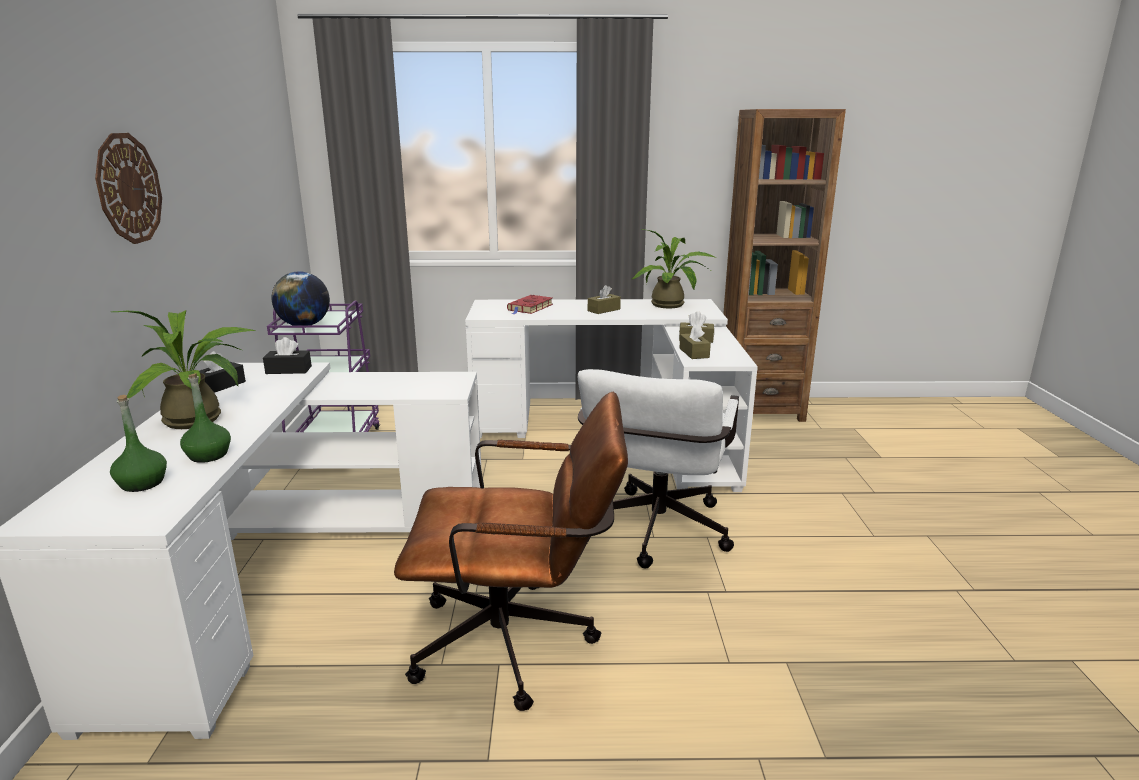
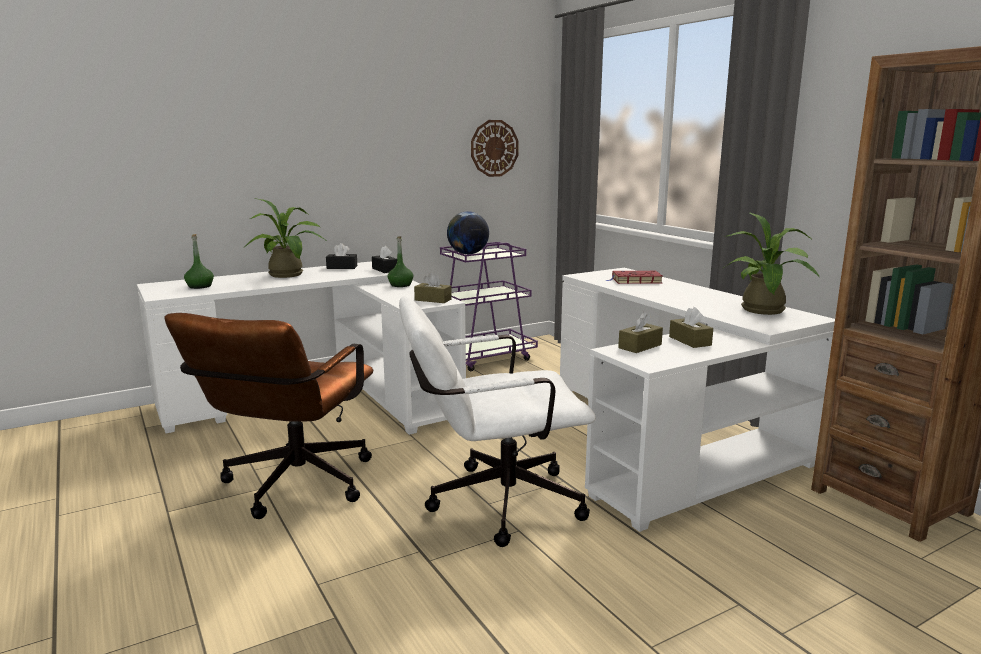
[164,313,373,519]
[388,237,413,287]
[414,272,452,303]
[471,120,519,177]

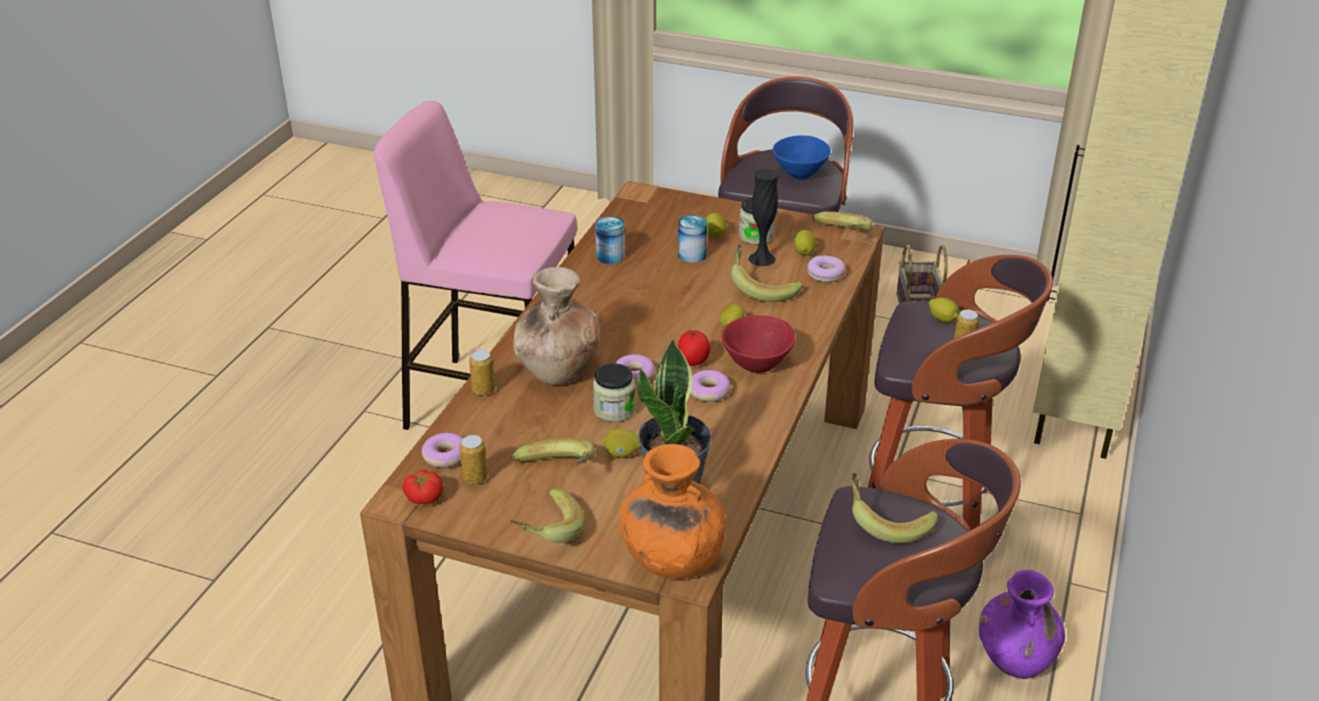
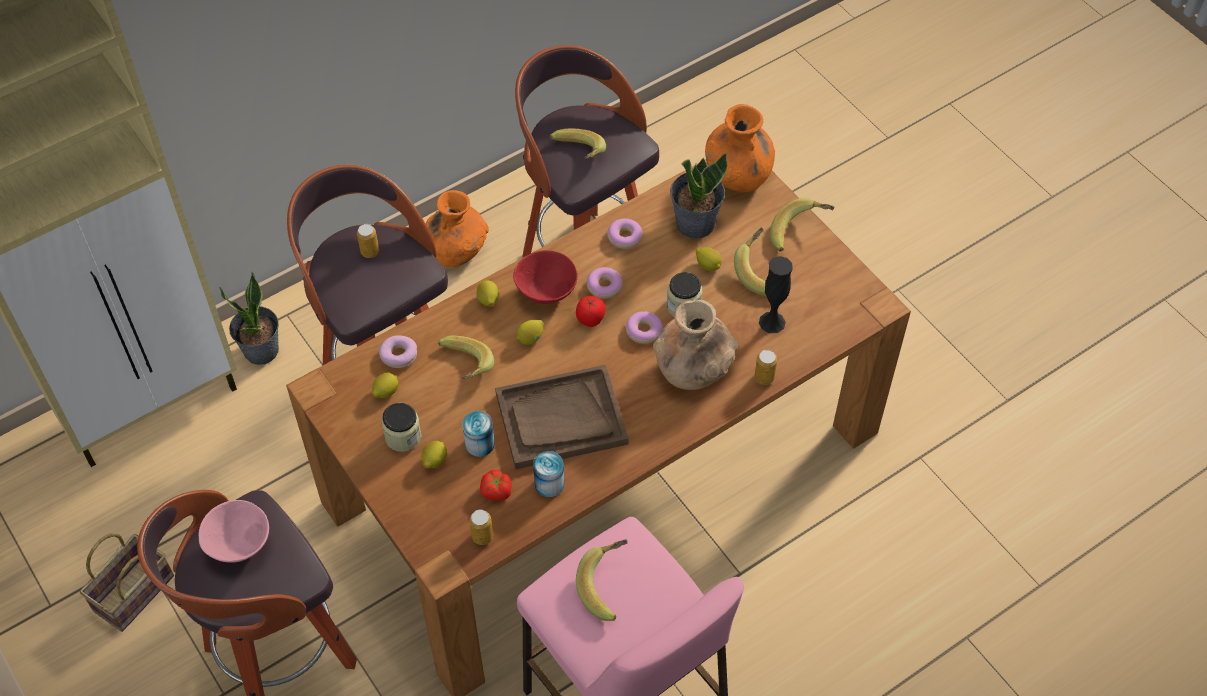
[199,500,269,563]
[219,271,279,365]
[425,190,489,267]
[470,510,493,545]
[476,280,499,307]
[480,470,512,501]
[495,365,629,469]
[576,539,628,621]
[607,219,643,249]
[759,256,793,333]

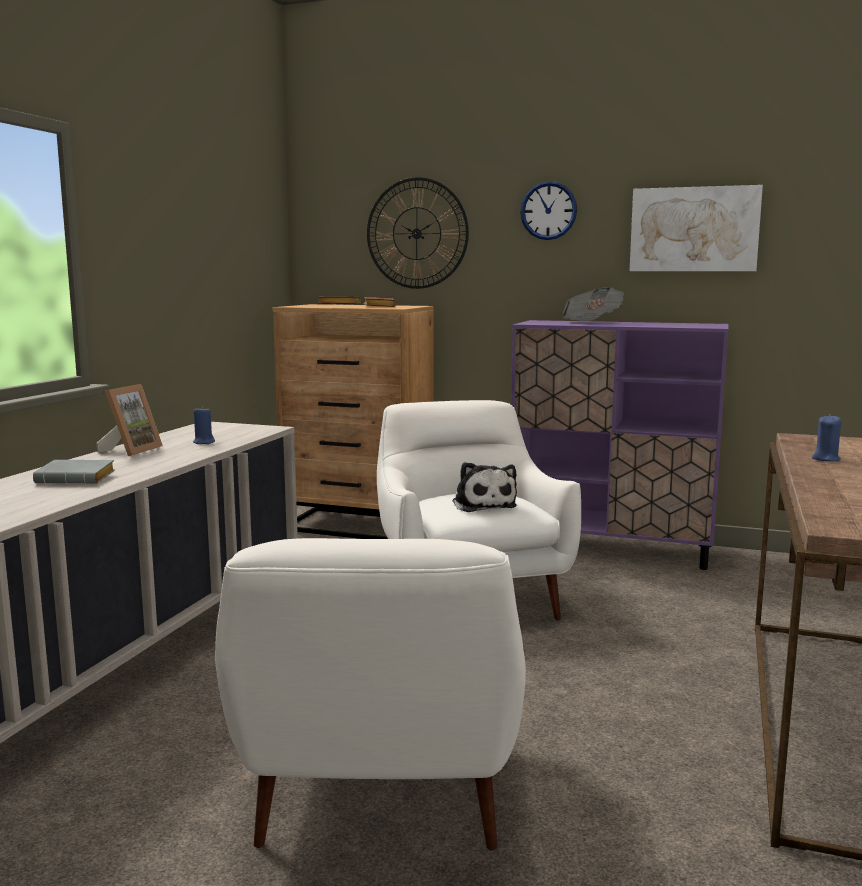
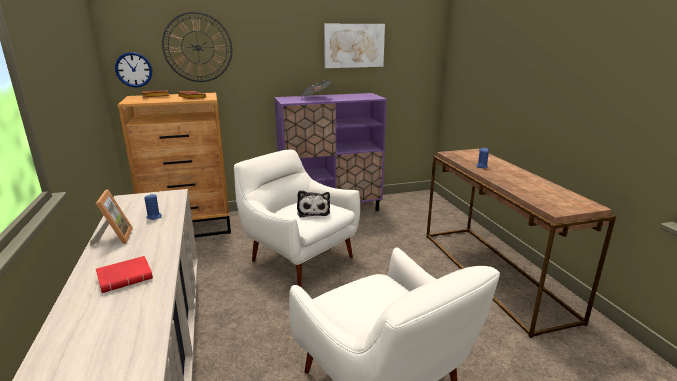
[96,256,153,293]
[115,52,152,87]
[297,190,330,217]

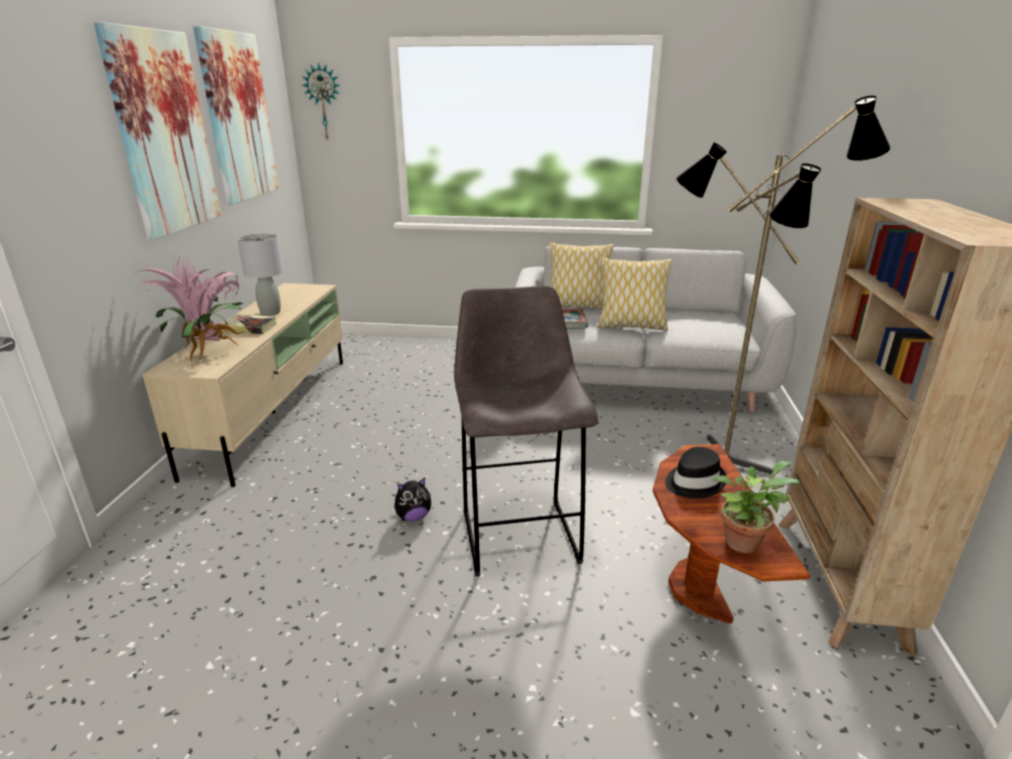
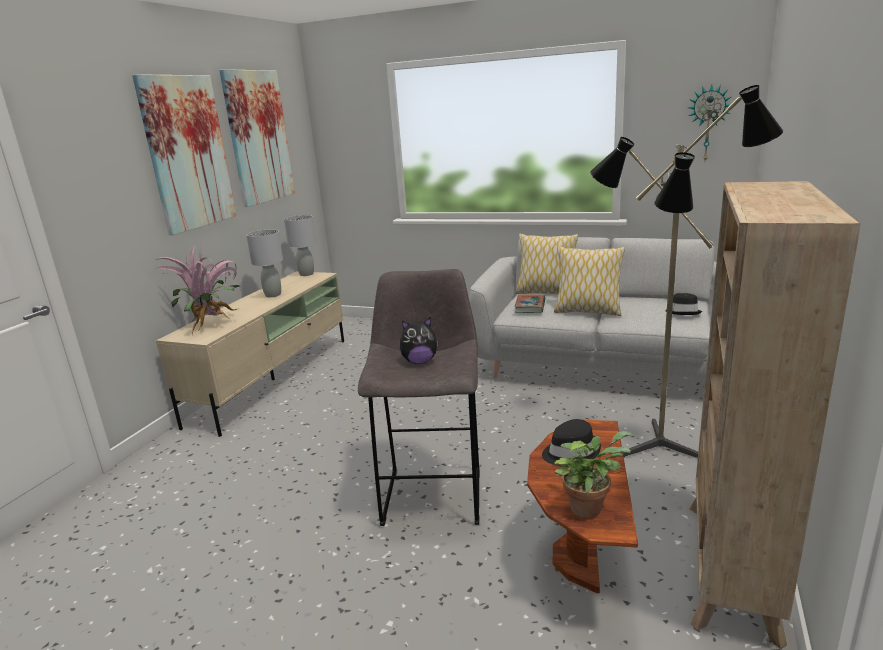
[284,215,316,276]
[400,318,439,364]
[666,293,702,315]
[688,85,731,161]
[221,314,276,334] (first image)

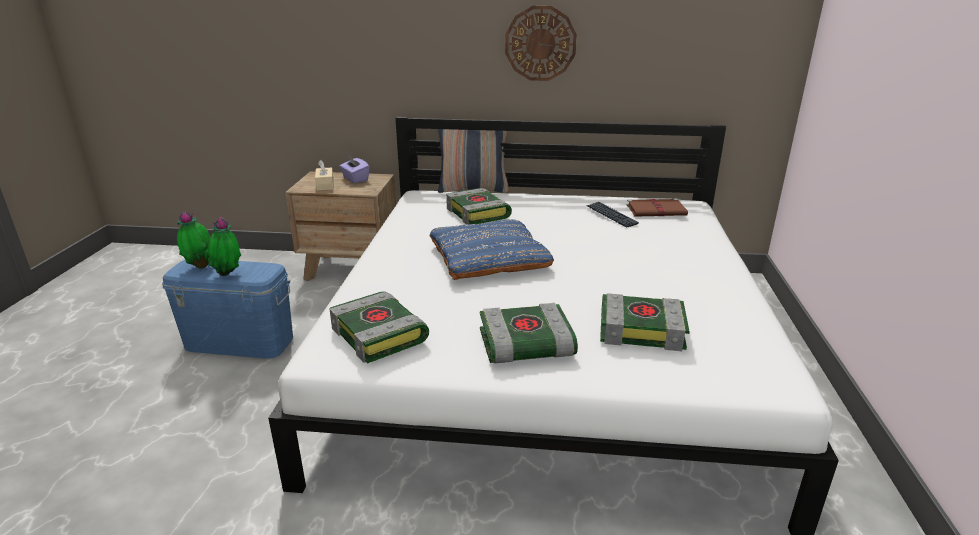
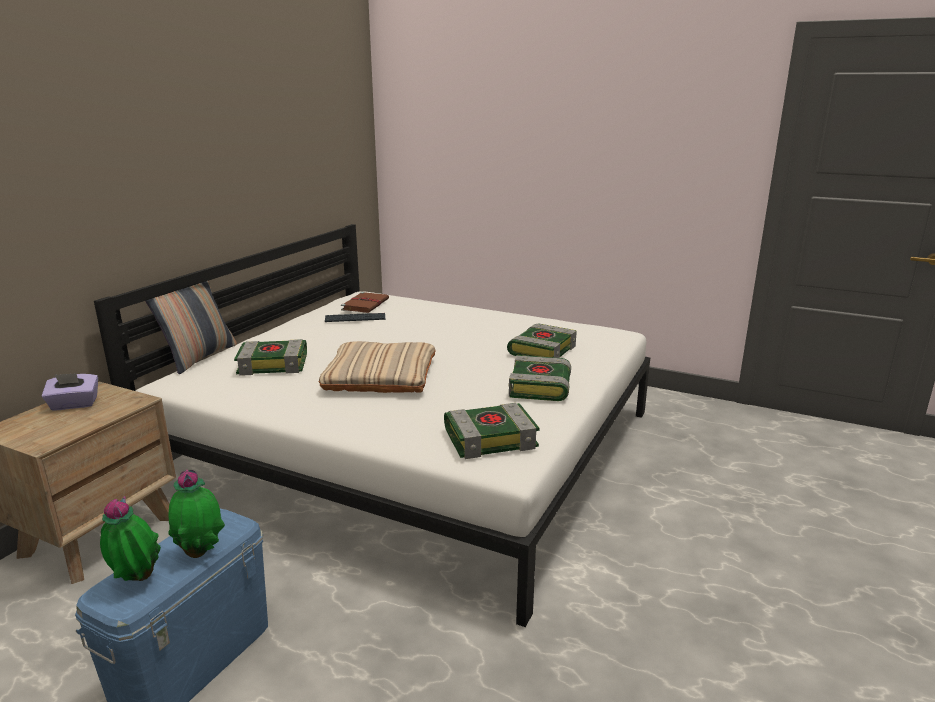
[318,341,435,393]
[315,160,334,191] (first image)
[505,6,577,81] (first image)

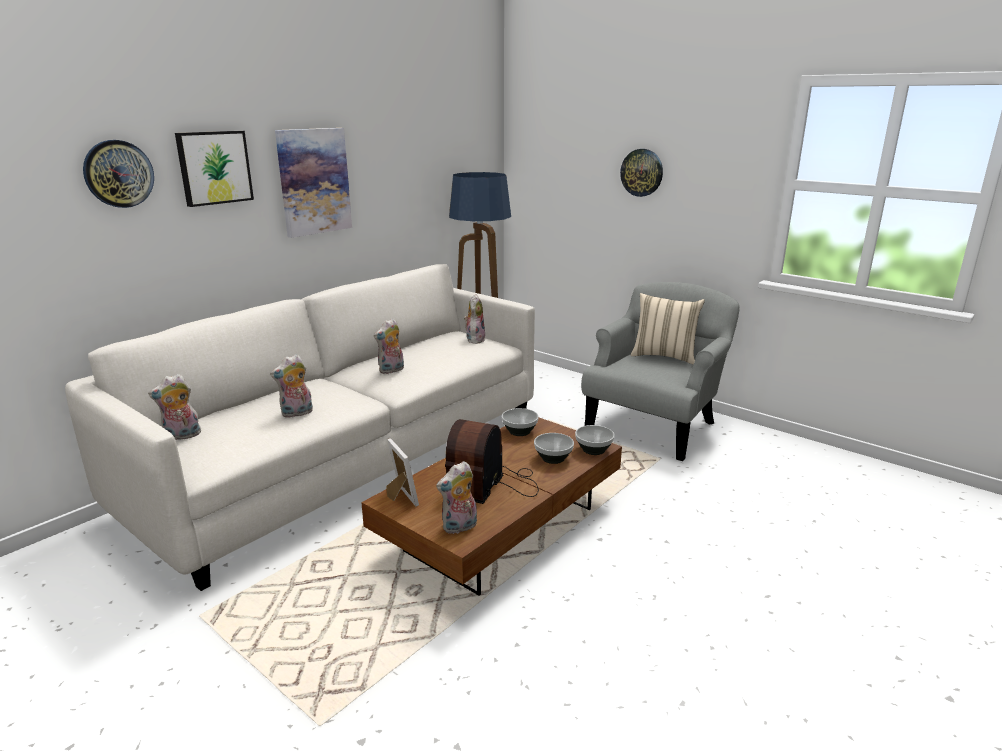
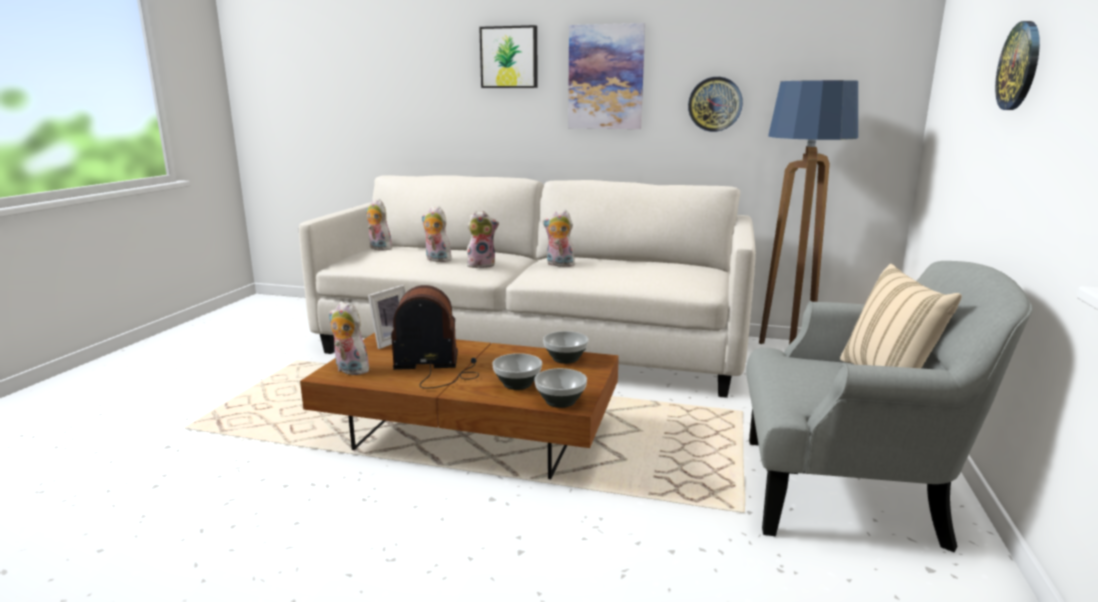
[467,211,499,268]
[688,77,743,132]

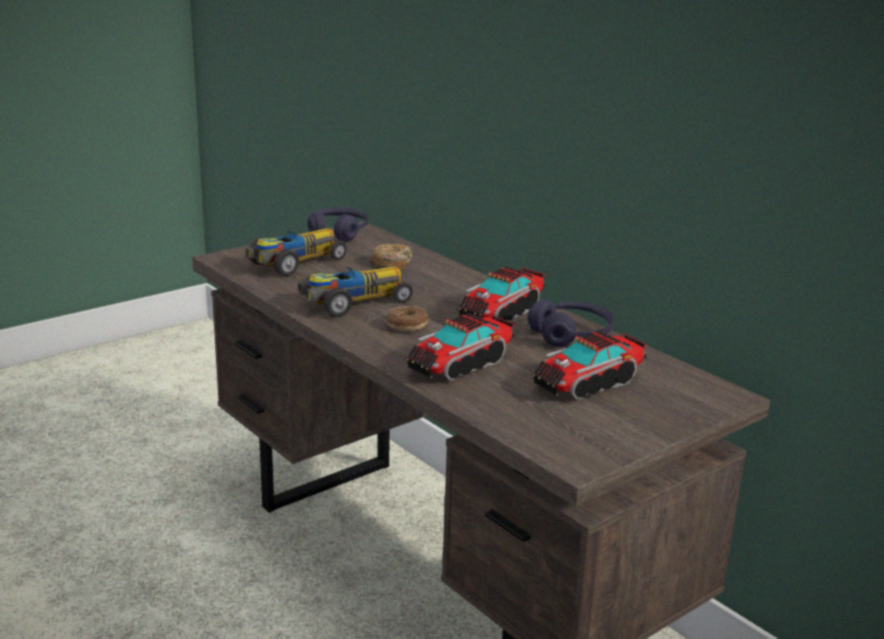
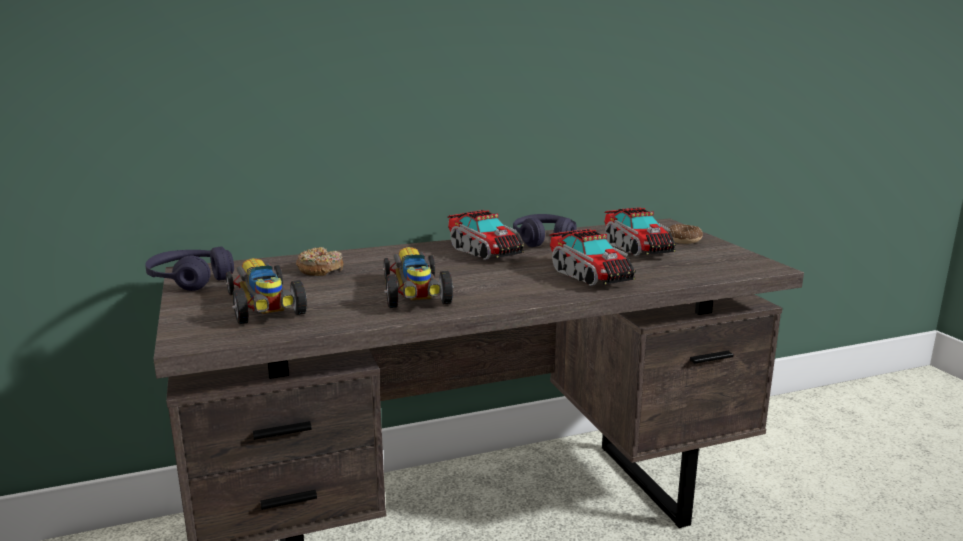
[666,224,703,244]

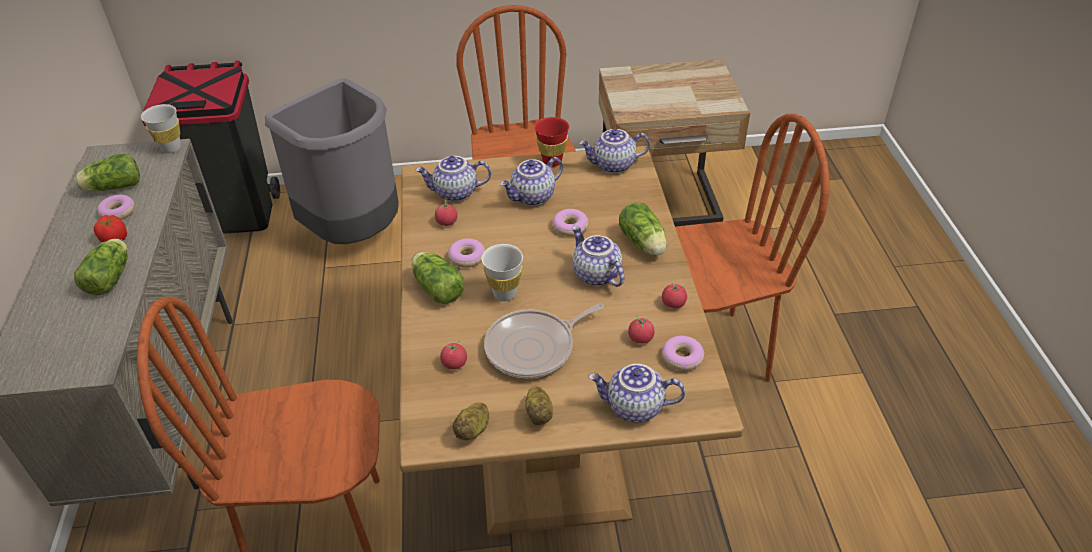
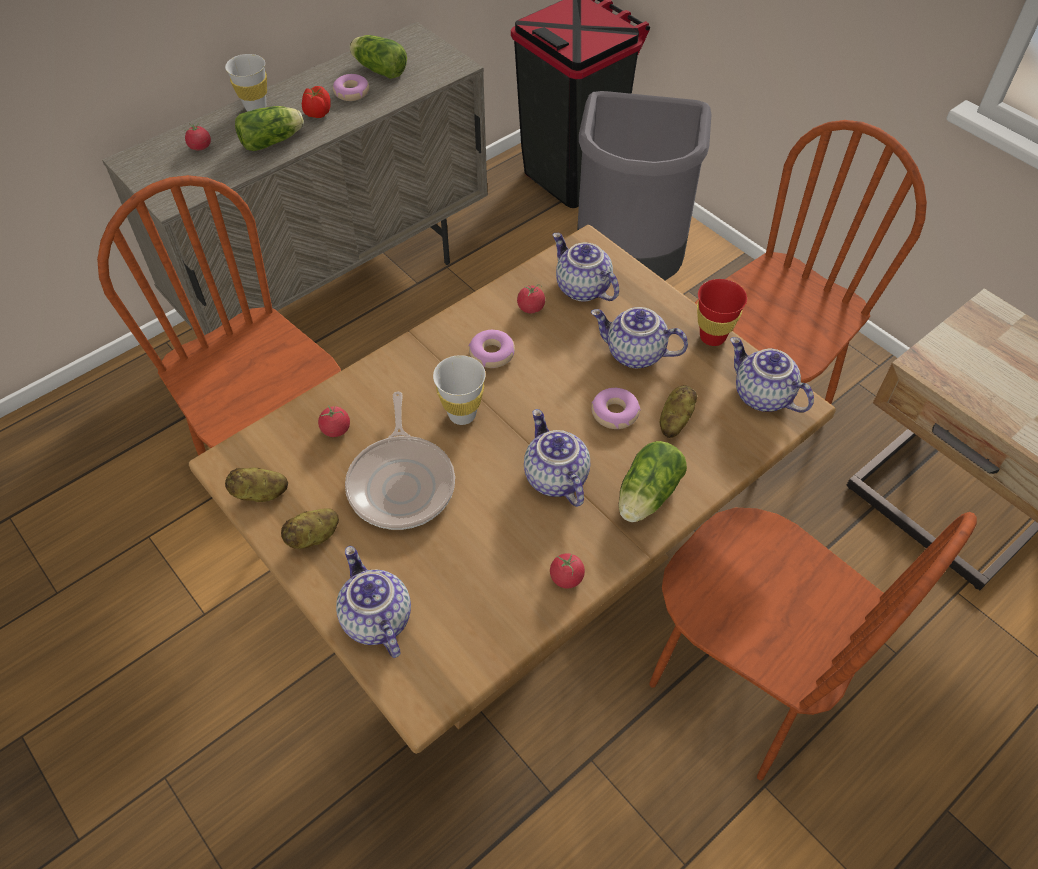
[184,123,211,150]
[225,54,267,111]
[345,391,455,530]
[524,409,590,507]
[660,385,697,438]
[411,252,465,304] (first image)
[662,336,705,371] (first image)

